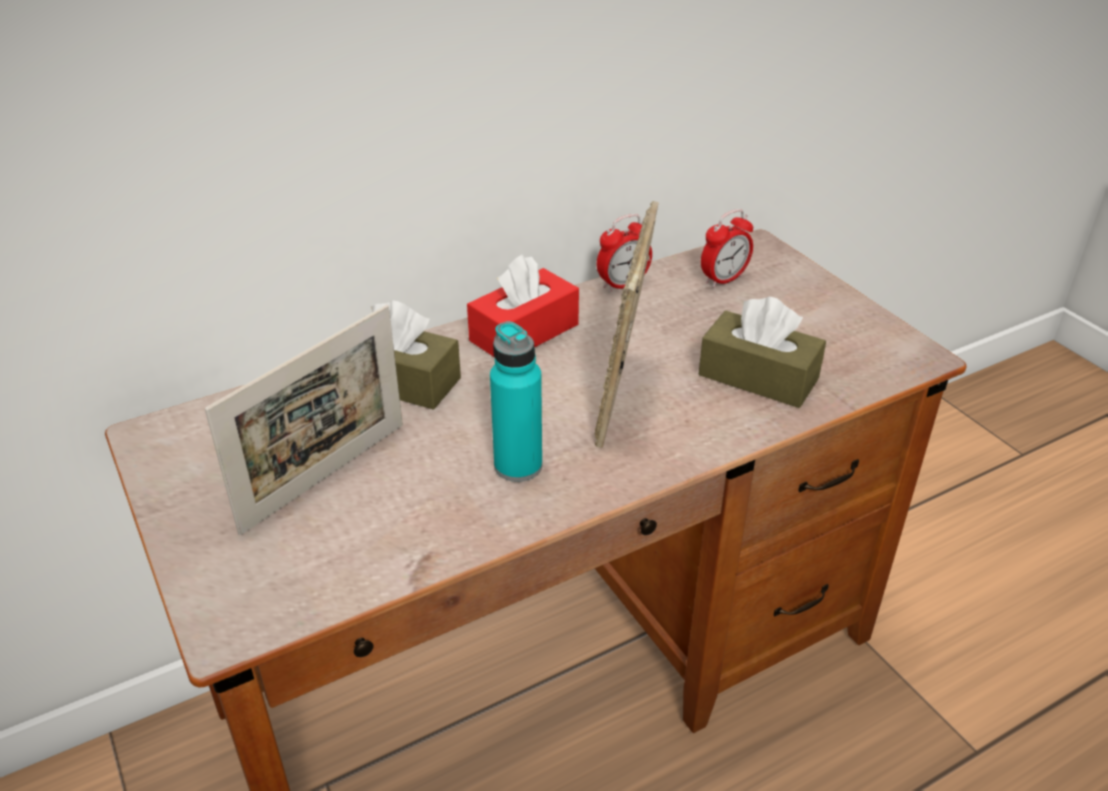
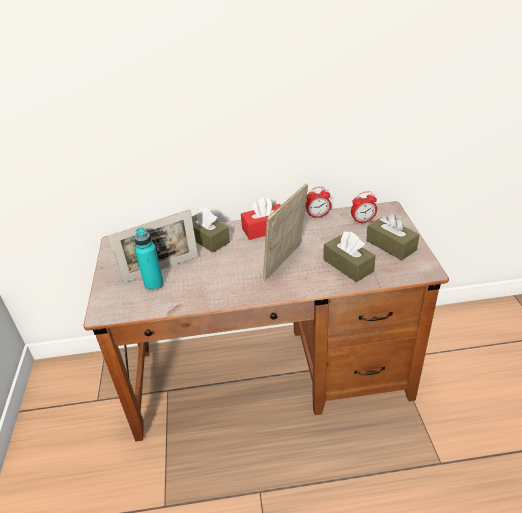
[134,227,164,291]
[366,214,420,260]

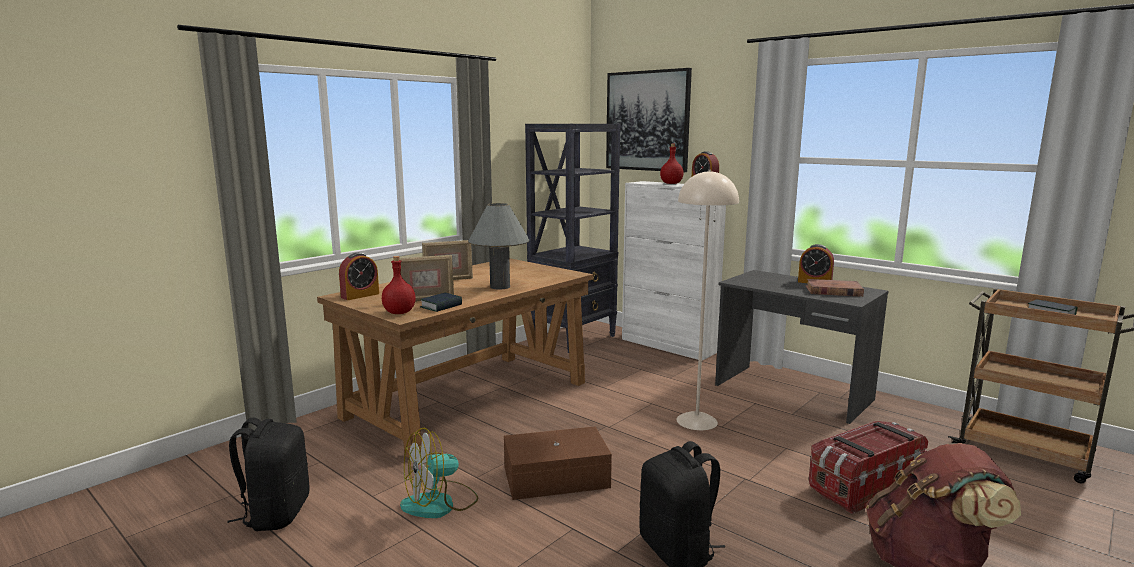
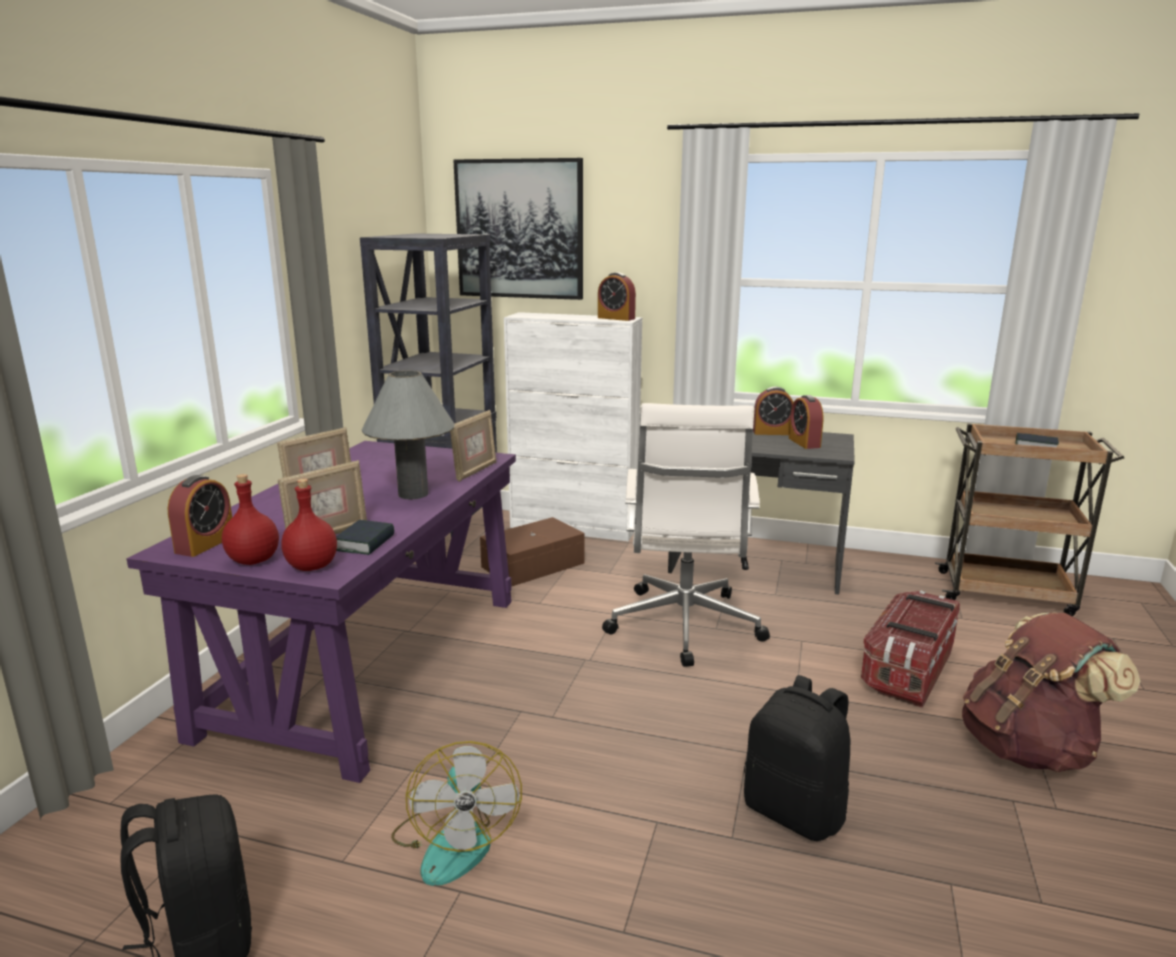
[126,441,516,783]
[222,474,279,565]
[391,741,522,886]
[450,410,496,482]
[480,517,585,586]
[602,403,770,667]
[789,395,824,449]

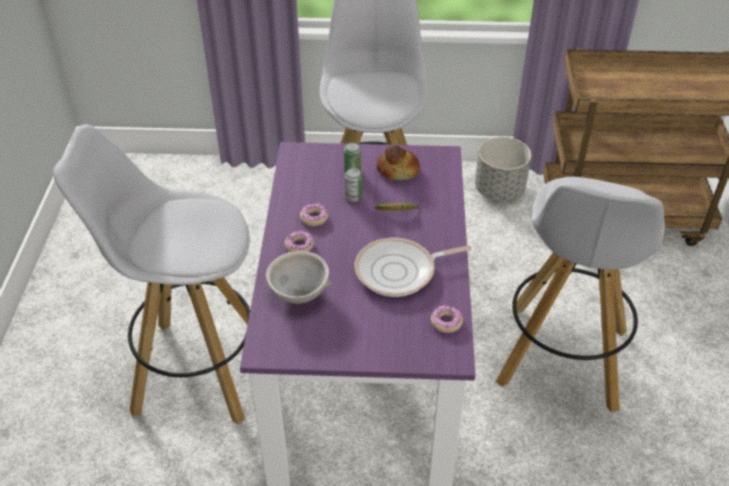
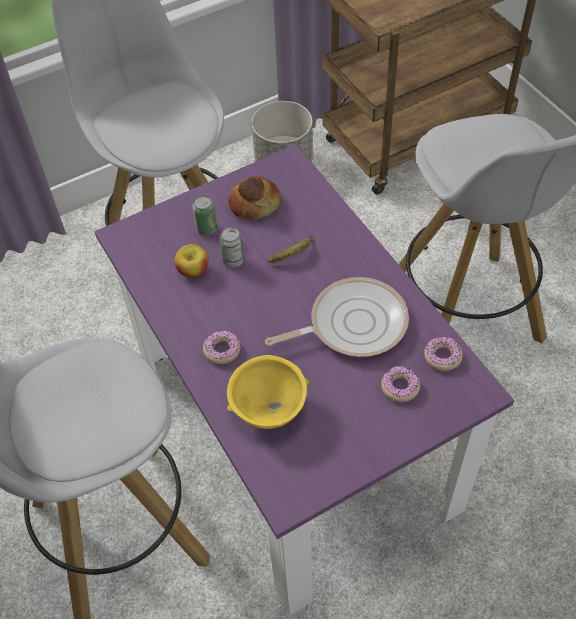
[174,244,209,278]
[227,355,309,429]
[265,277,409,357]
[381,366,420,402]

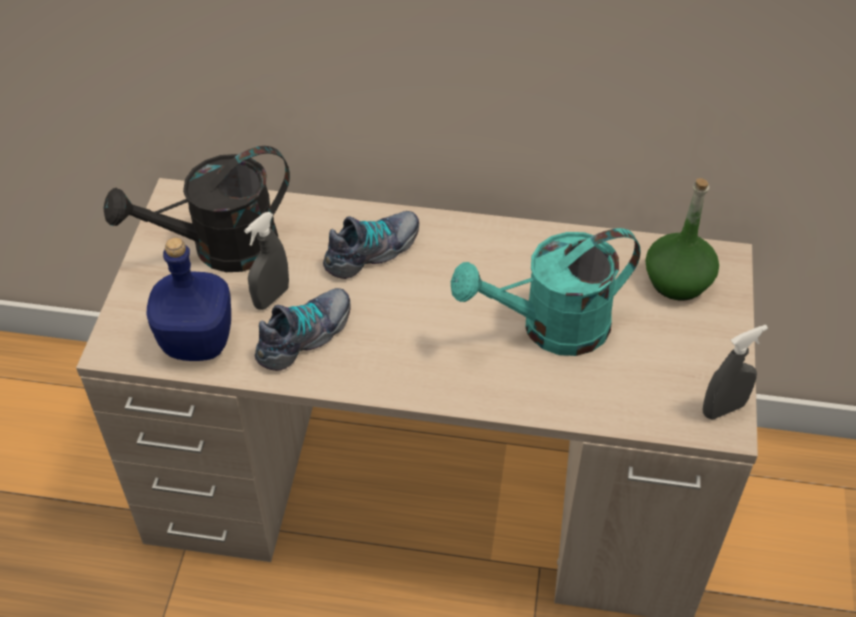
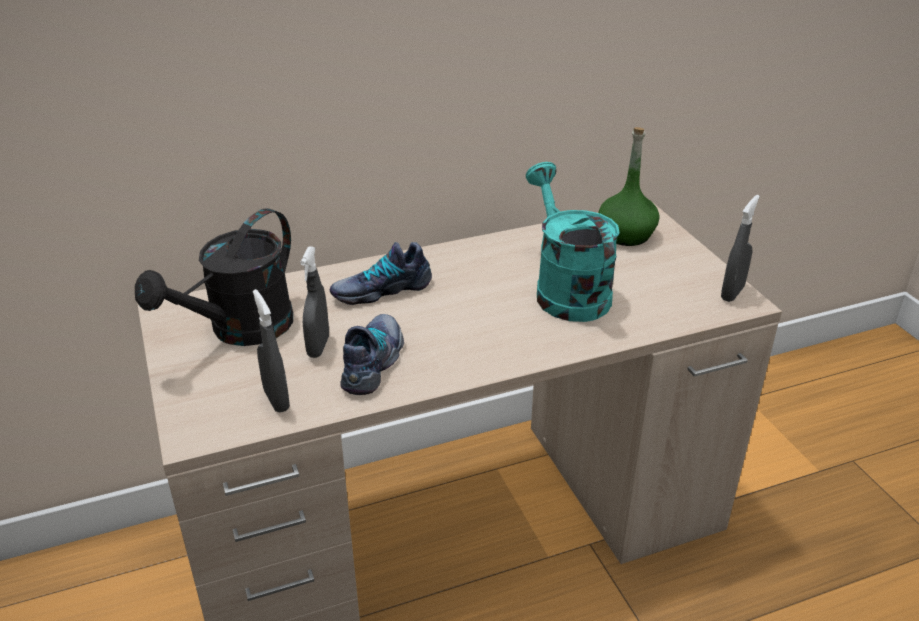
[253,289,290,413]
[330,242,432,305]
[526,162,620,322]

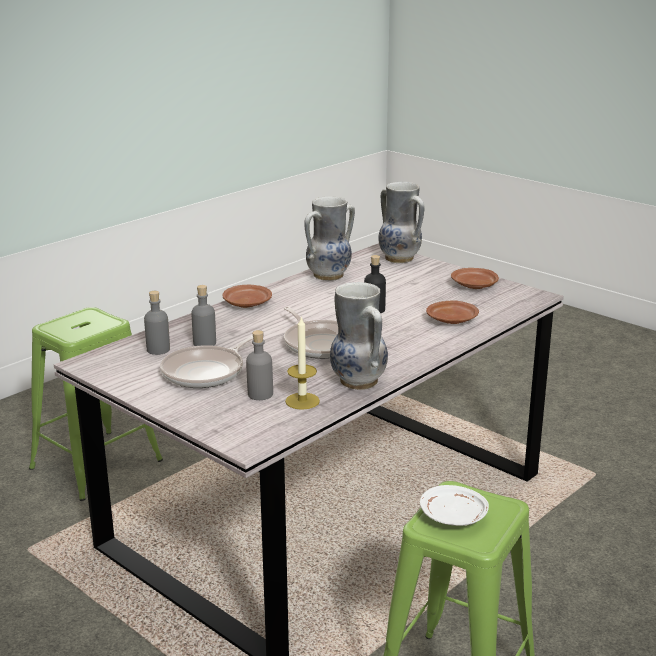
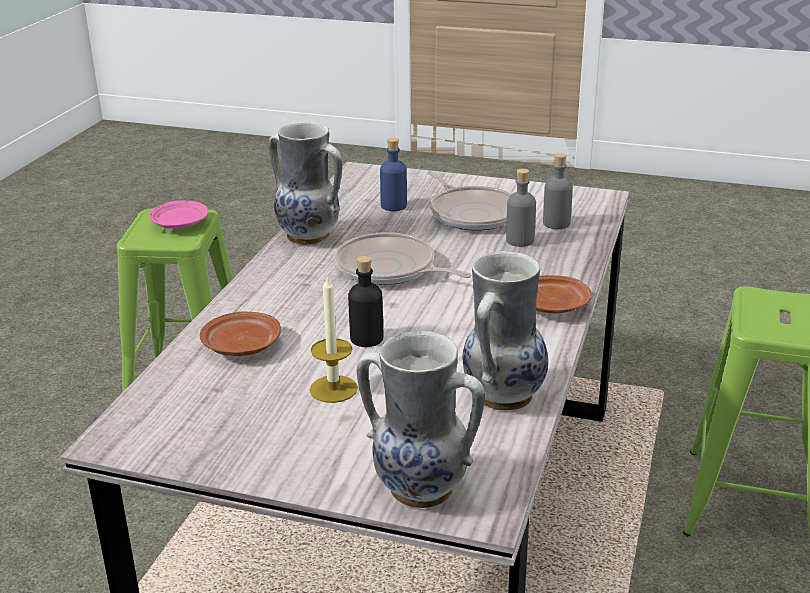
[149,200,208,229]
[310,274,358,403]
[380,138,407,211]
[427,171,512,231]
[451,268,499,289] (first image)

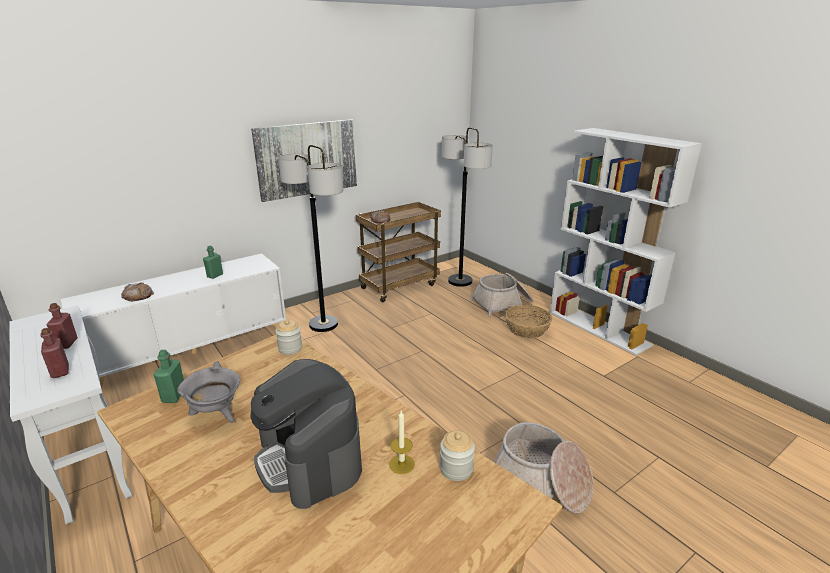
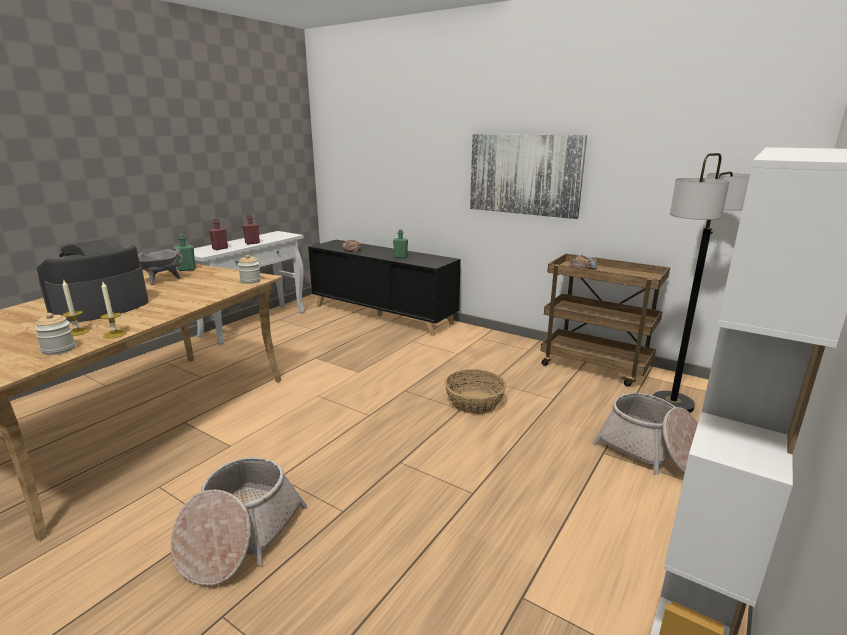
[100,282,127,338]
[308,240,461,336]
[445,369,506,414]
[278,145,344,332] (first image)

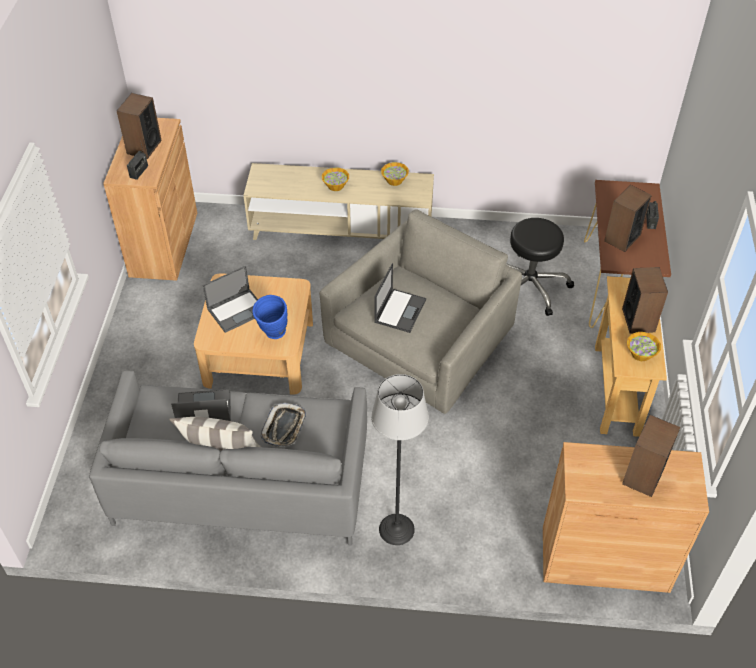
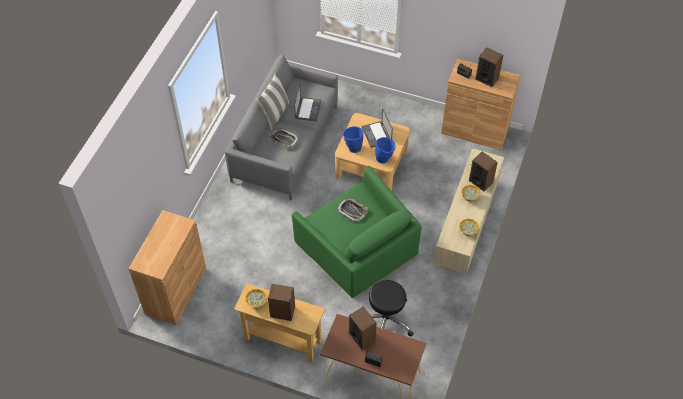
[292,166,422,298]
[337,198,368,222]
[375,137,396,164]
[469,152,498,191]
[371,374,429,545] (first image)

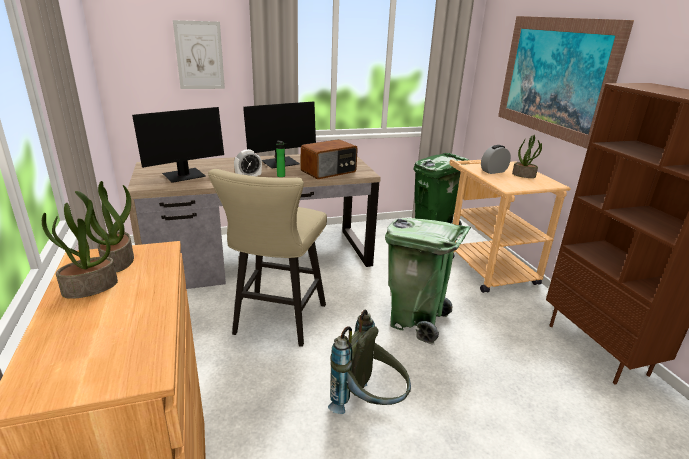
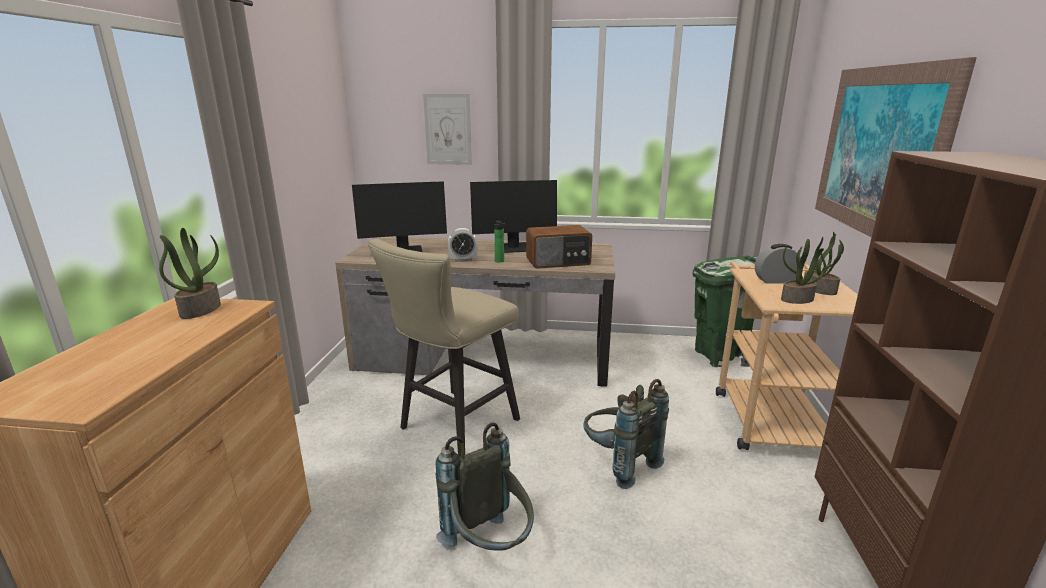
[583,379,669,489]
[781,239,826,304]

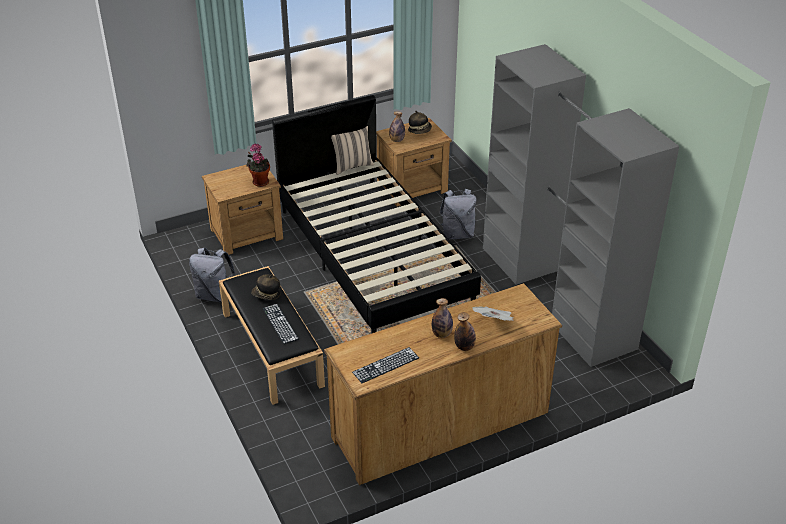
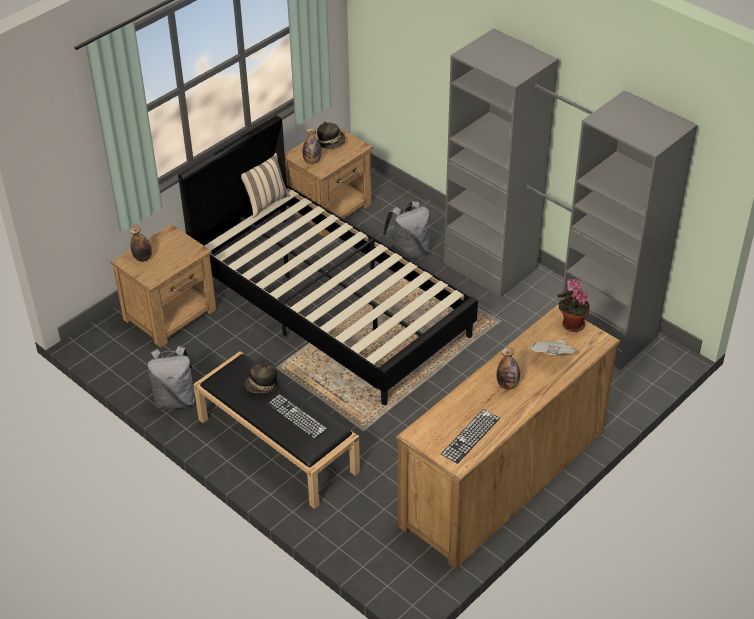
[130,226,152,262]
[557,279,590,332]

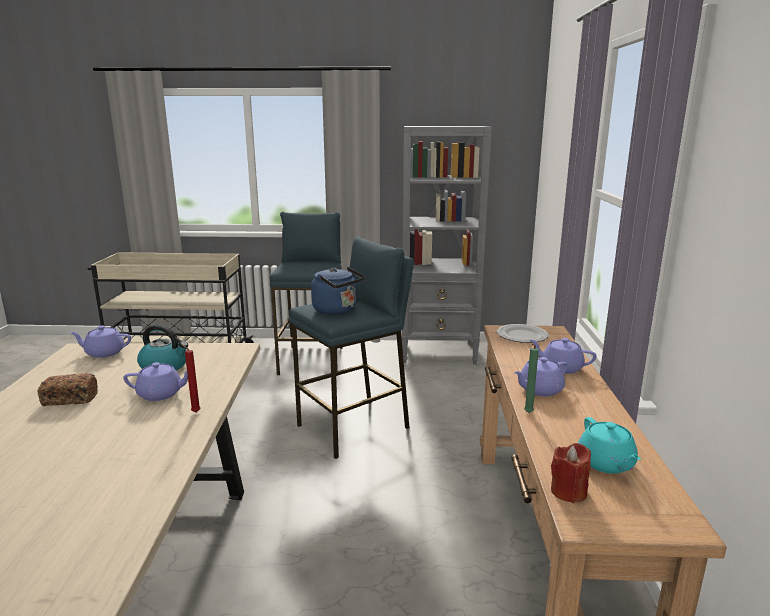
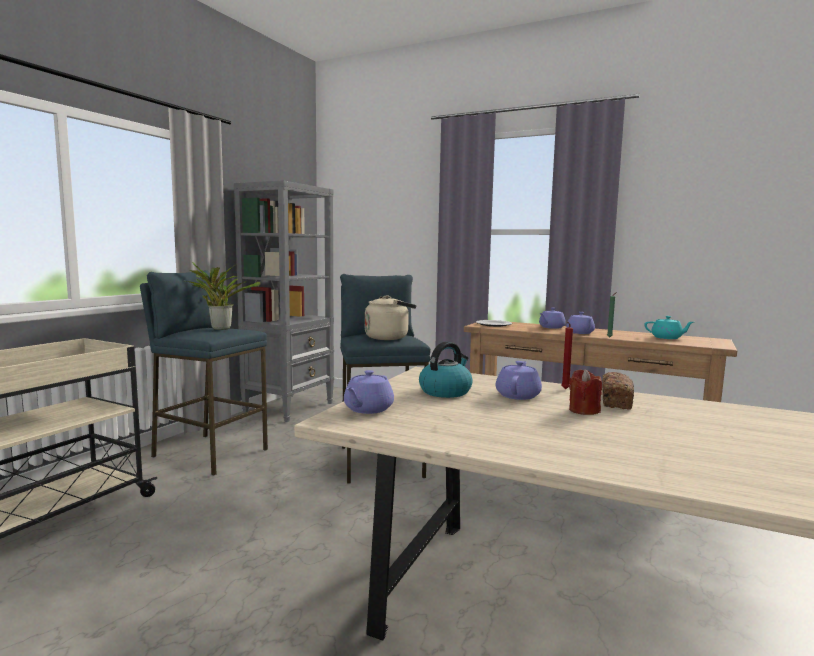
[186,262,261,330]
[365,295,416,340]
[569,369,602,415]
[602,372,634,410]

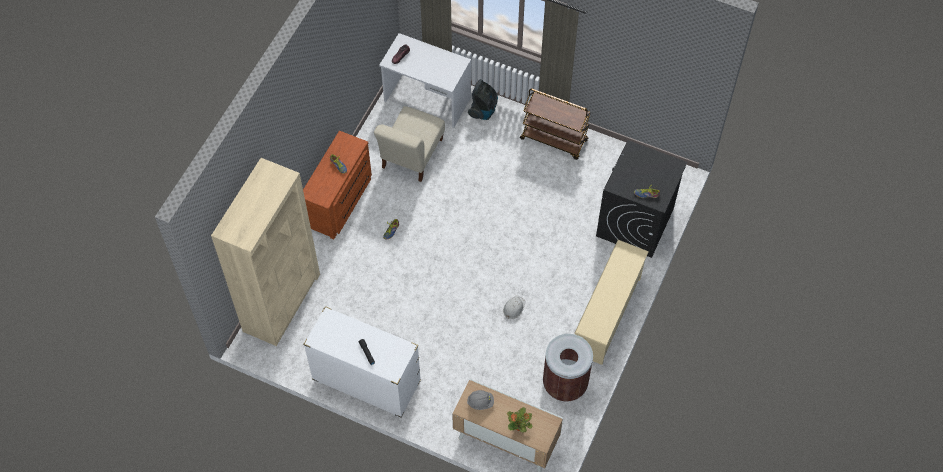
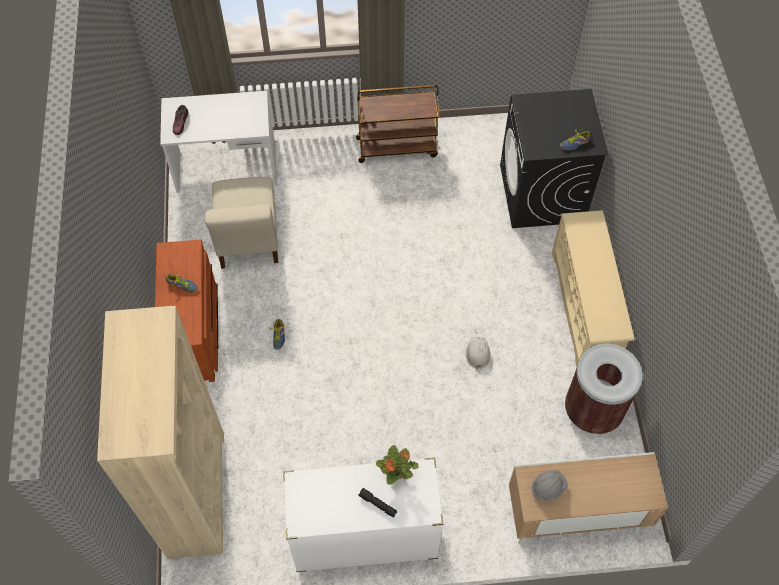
[376,445,419,485]
[468,79,498,120] (first image)

